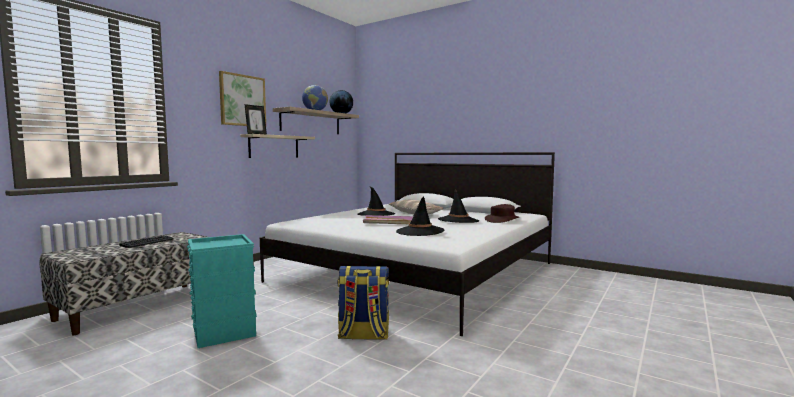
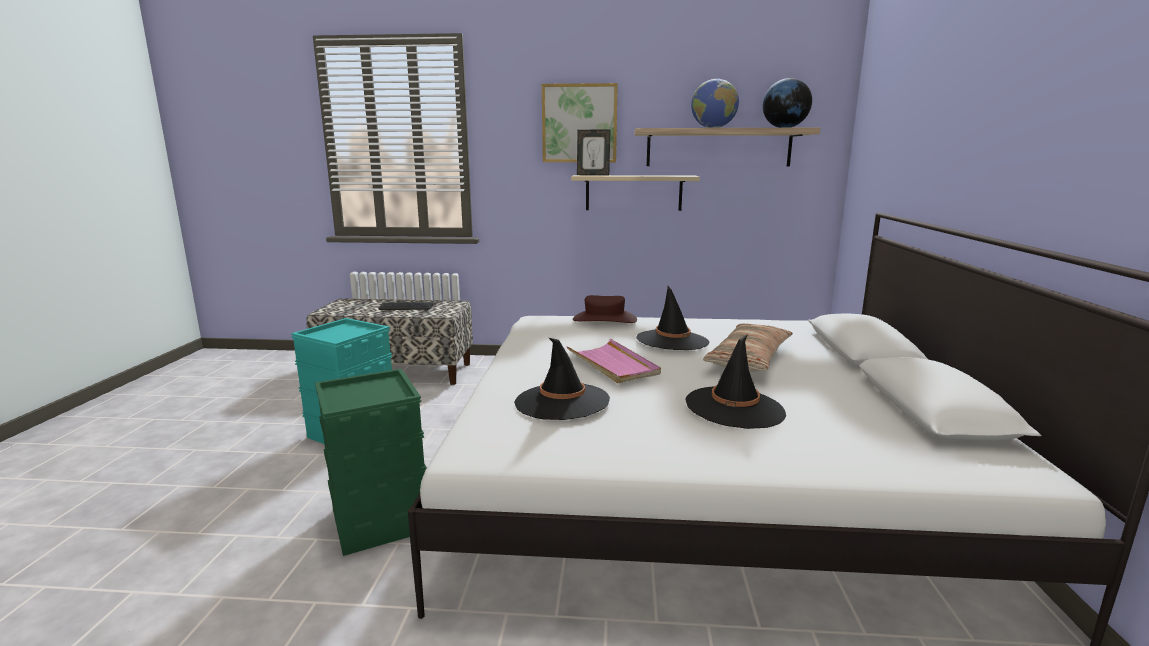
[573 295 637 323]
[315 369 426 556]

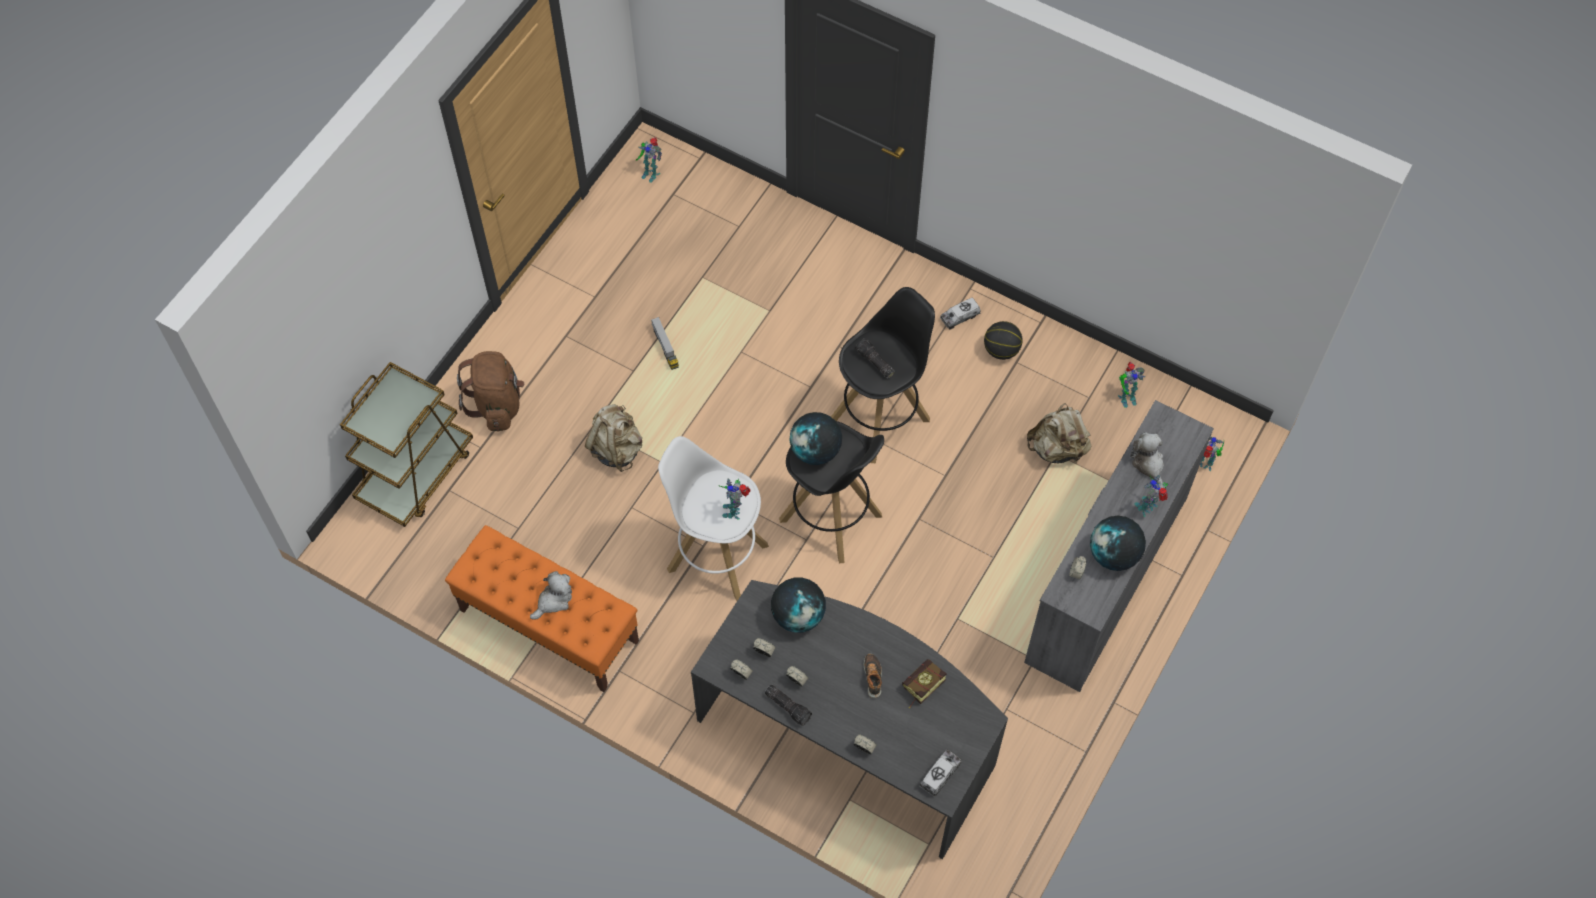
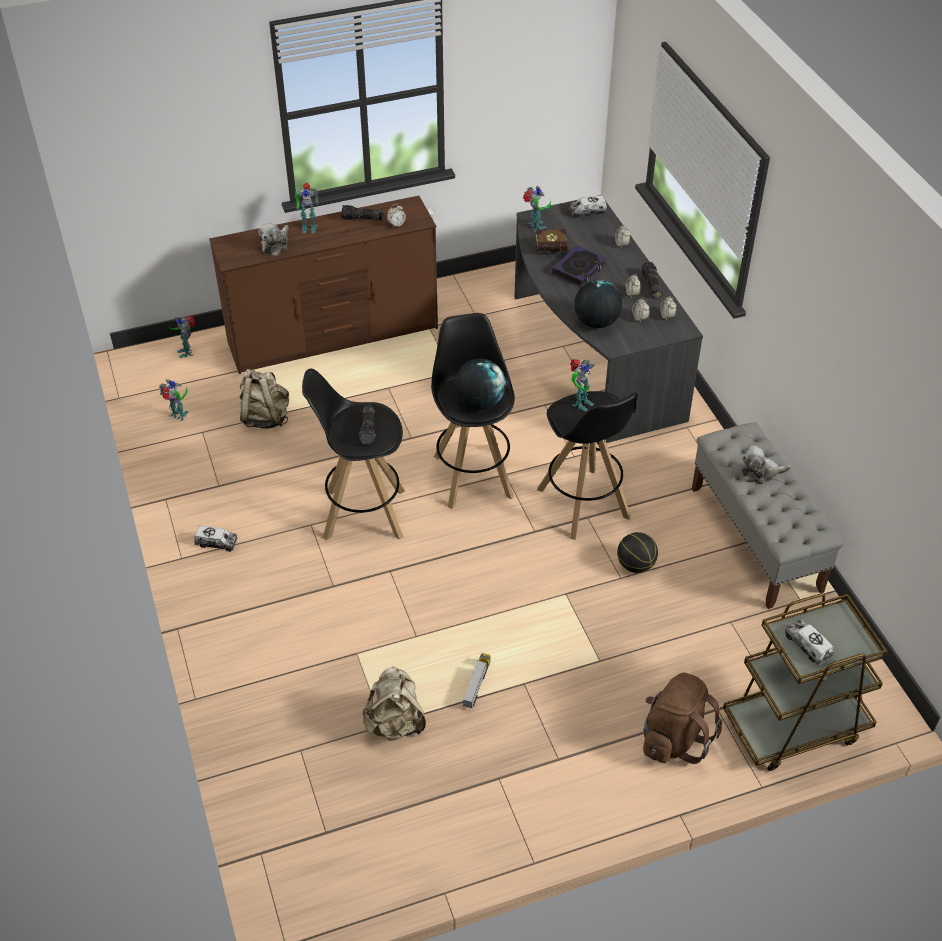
[523 186 551 231]
[617 532 658 573]
[209 196 438 374]
[363 666 426 741]
[537 391 638 540]
[341 205 383 220]
[692 422 843 609]
[552 245 607 287]
[785 620 834 665]

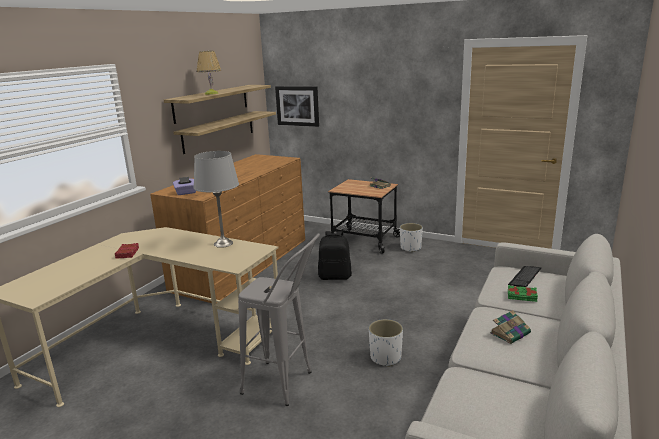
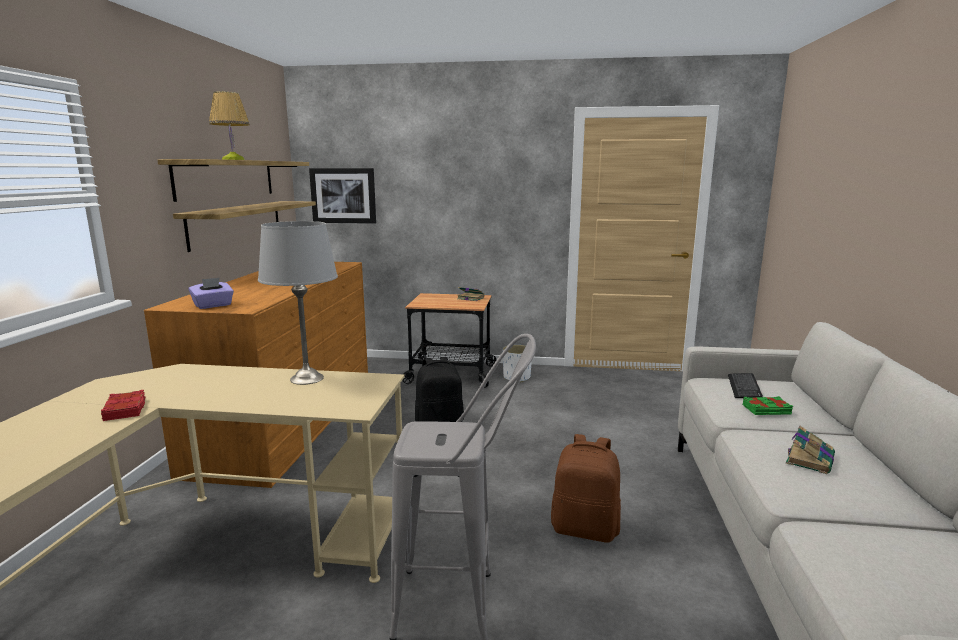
[551 434 621 543]

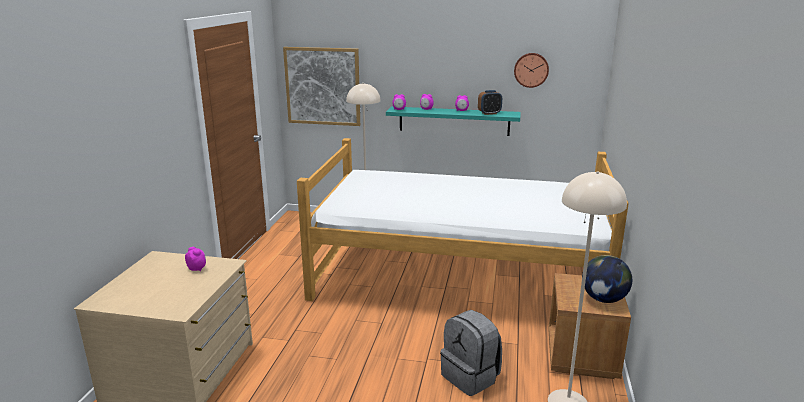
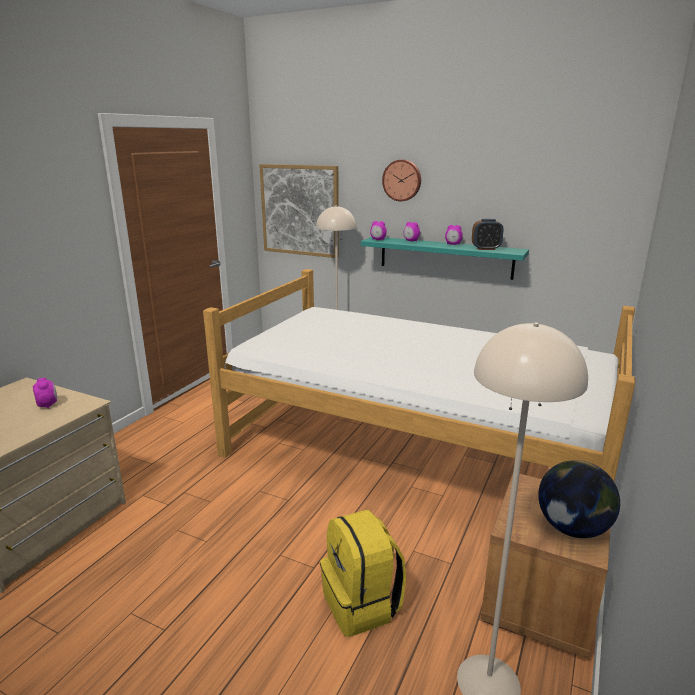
[382 160 421 201]
[320 510 406 637]

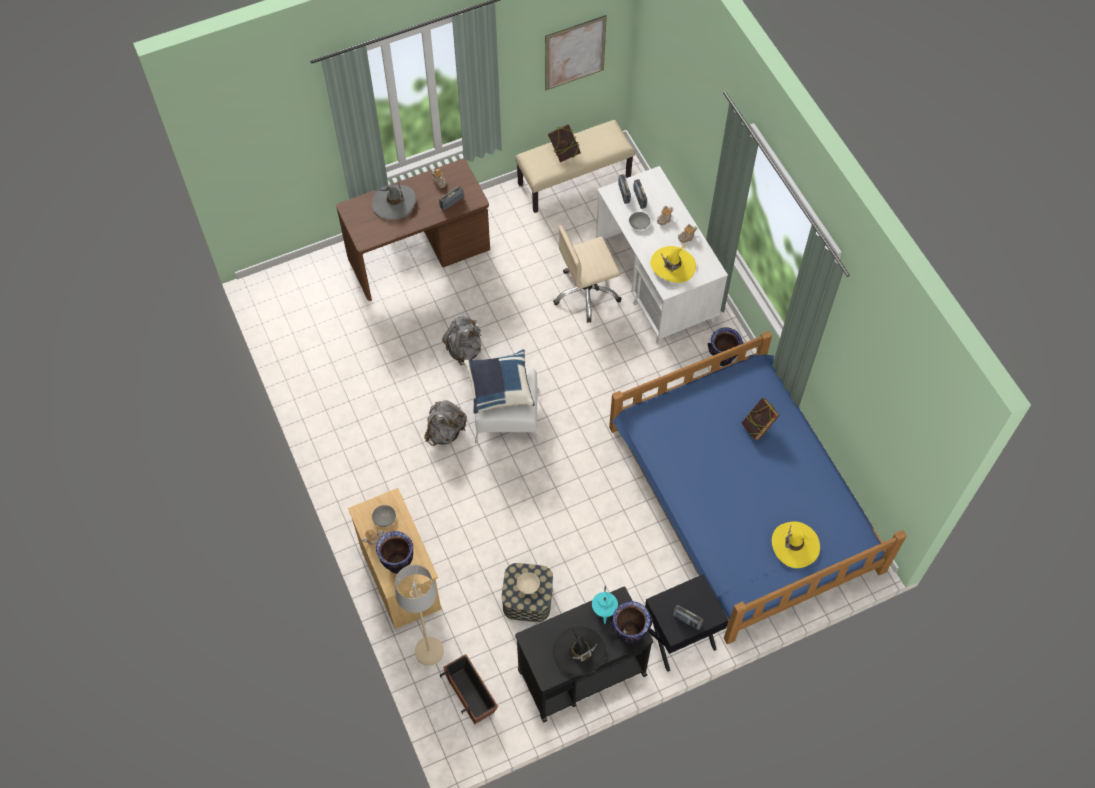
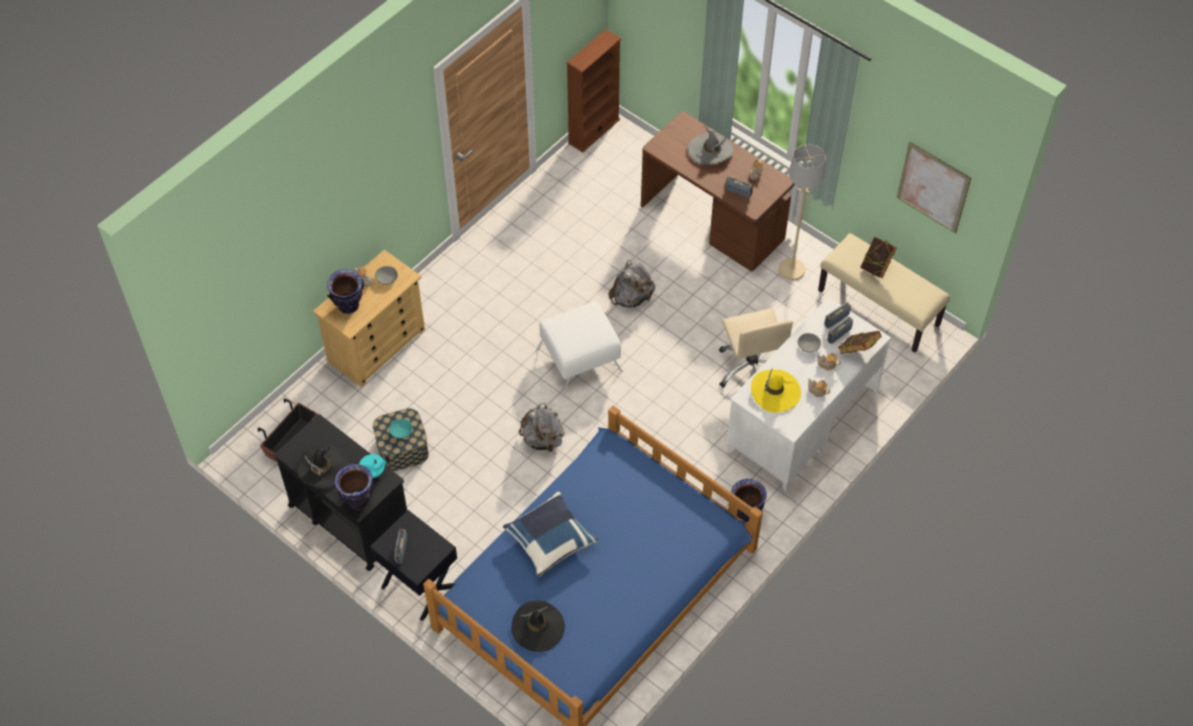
[719 308 793 388]
[503 492 599 577]
[838 331 882 354]
[519 403 564 454]
[511 600 565 652]
[779 144 826 280]
[389 419 412 438]
[566 29 622 153]

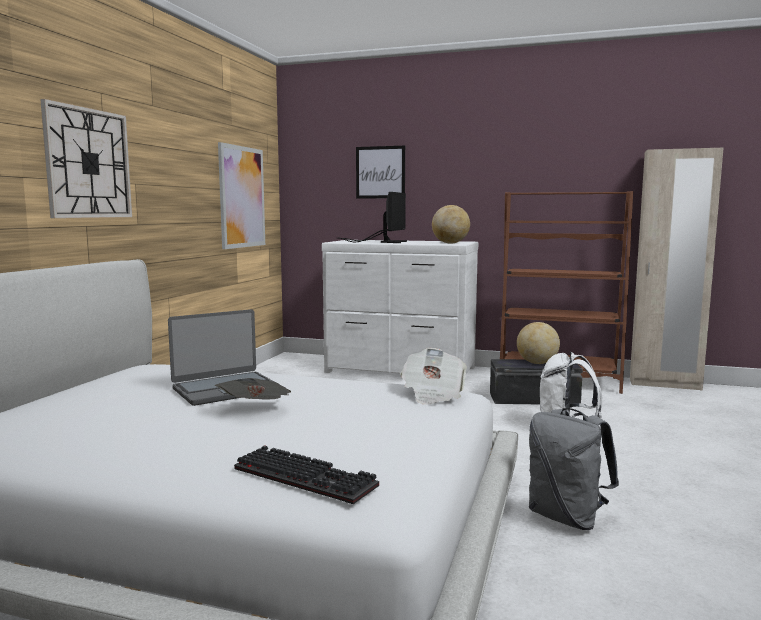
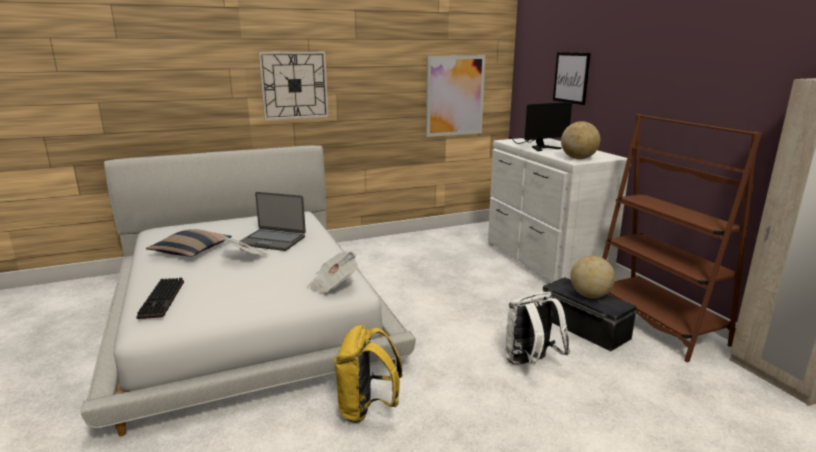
[334 325 403 423]
[146 229 232 257]

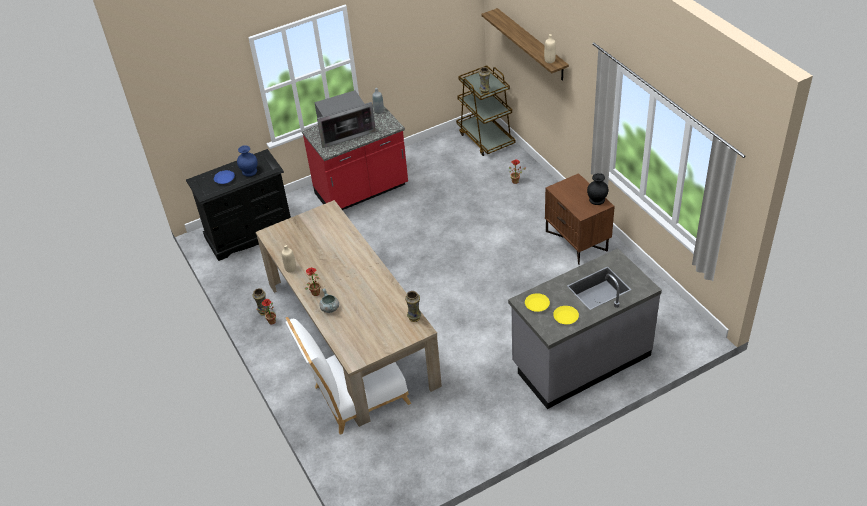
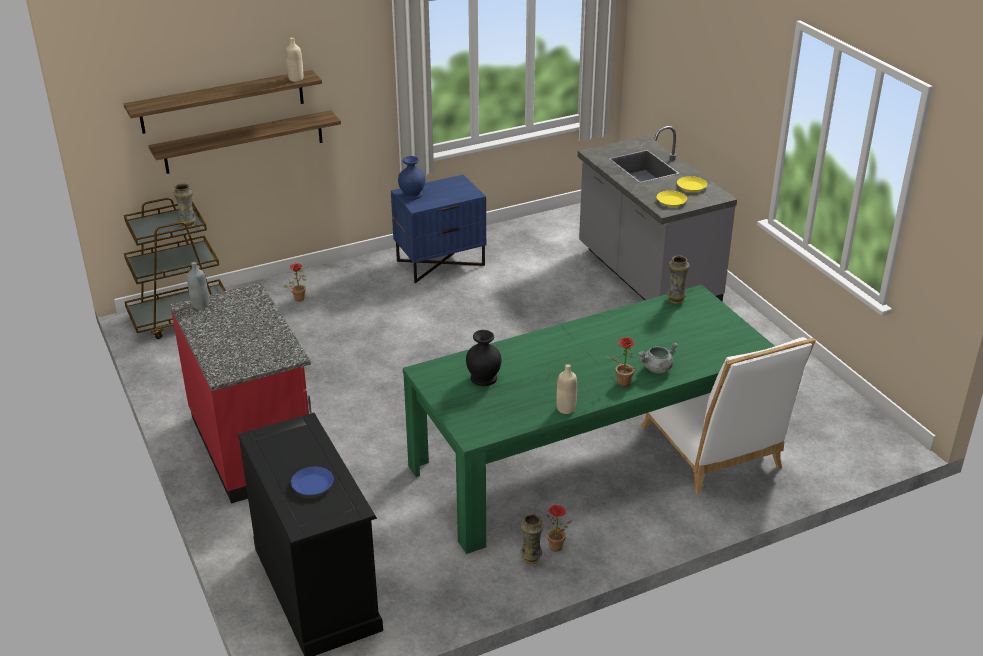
[314 90 376 148] (first image)
[398 156 426 200]
[391 175 486 283]
[466 330 502 386]
[403 285 775 554]
[149 110 341 174]

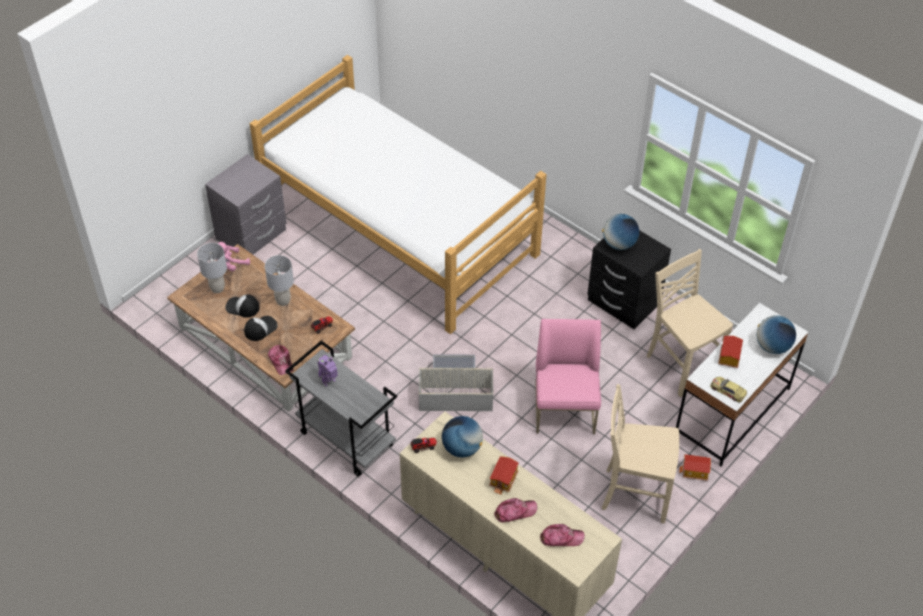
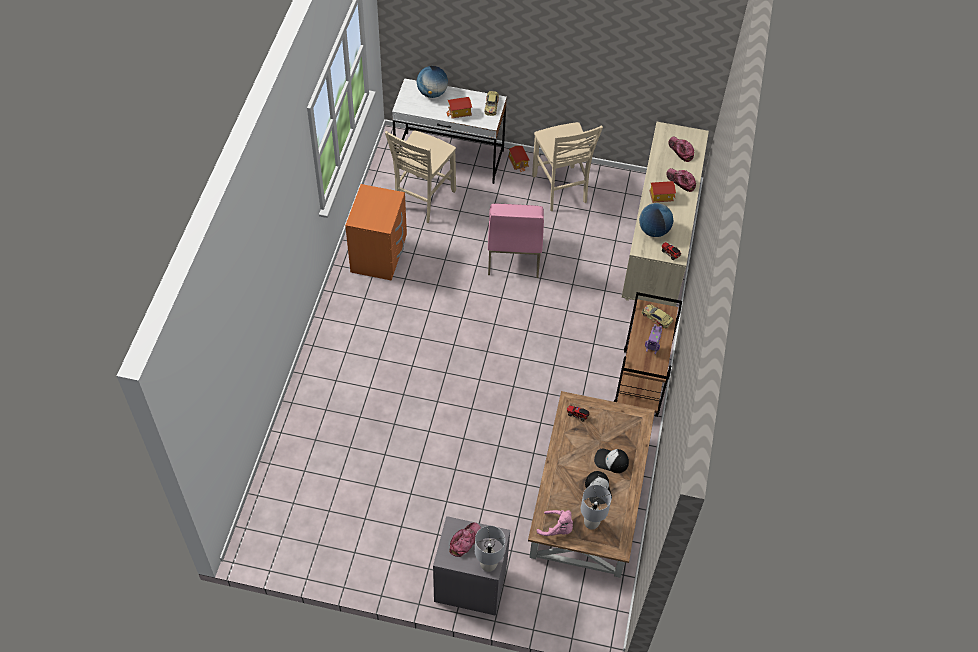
[250 55 547 334] (first image)
[602 214 639 250] (first image)
[345 184 407 281]
[475 526 505 572]
[488 204 544 278]
[614 292 682 417]
[449 522 481 557]
[419 354 493 411] (first image)
[642 304 673 329]

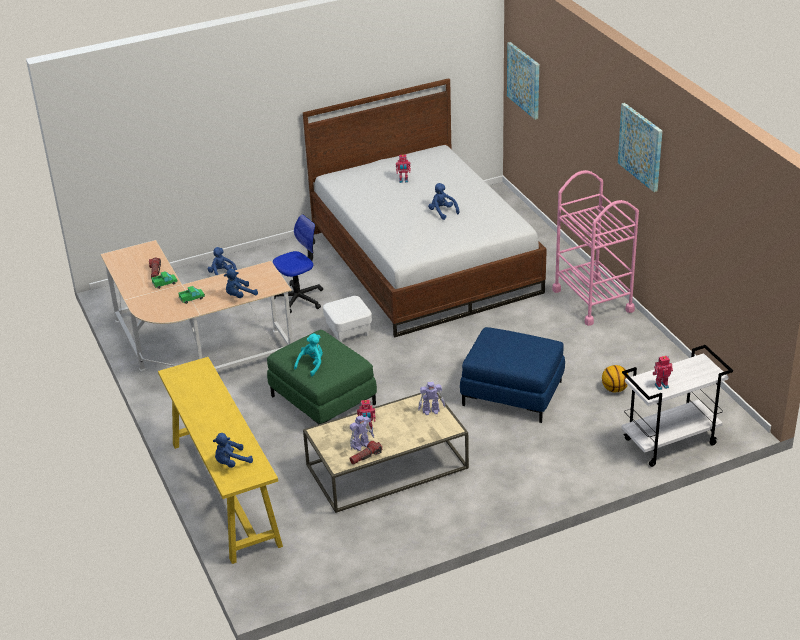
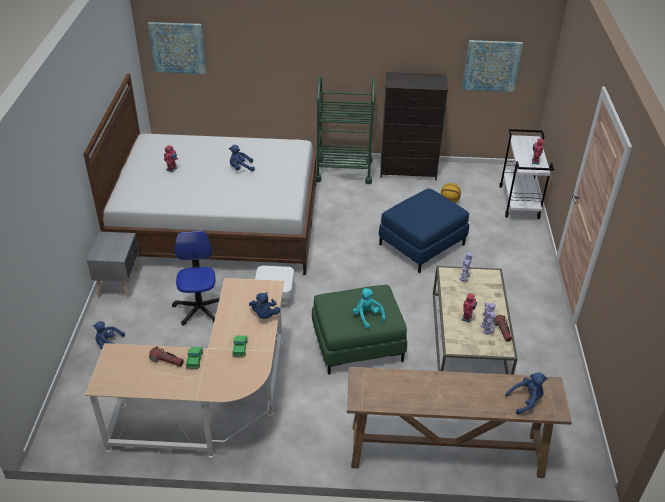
[462 40 523 92]
[316 76 375 184]
[347 367 572 478]
[505 372 548 414]
[380 72 448 180]
[87 232 139 298]

